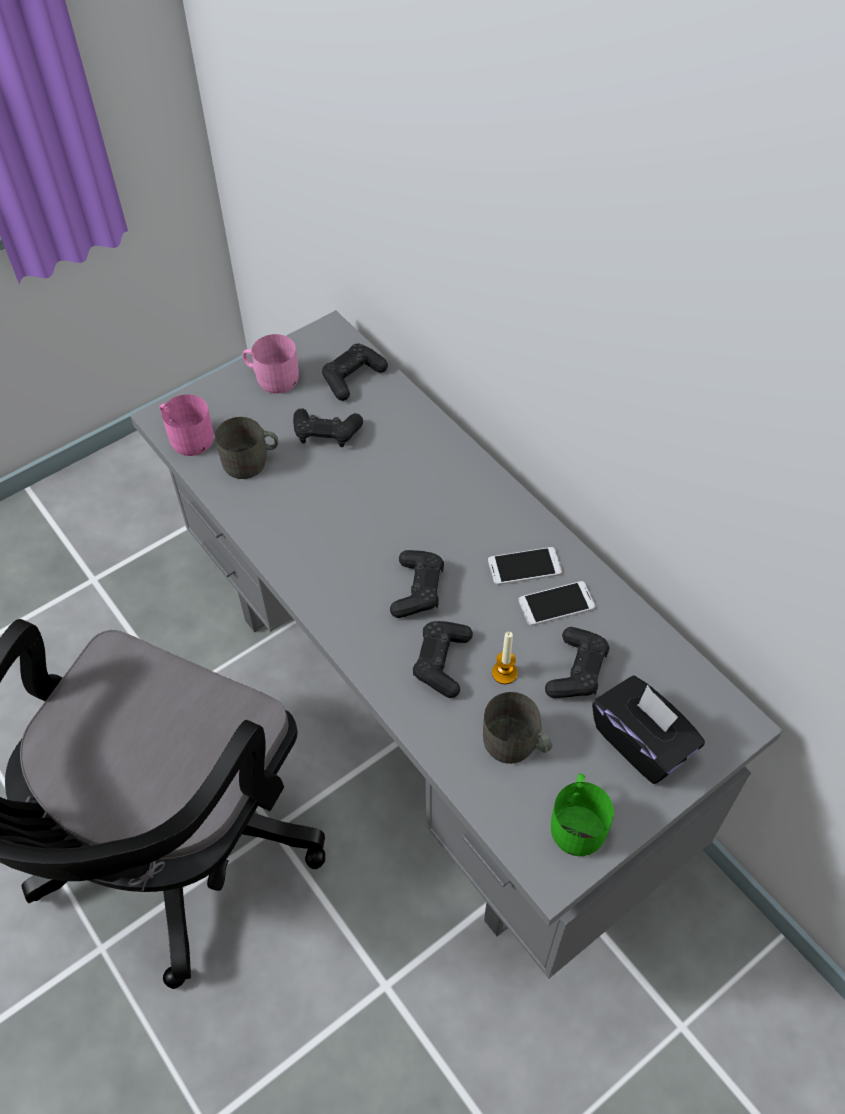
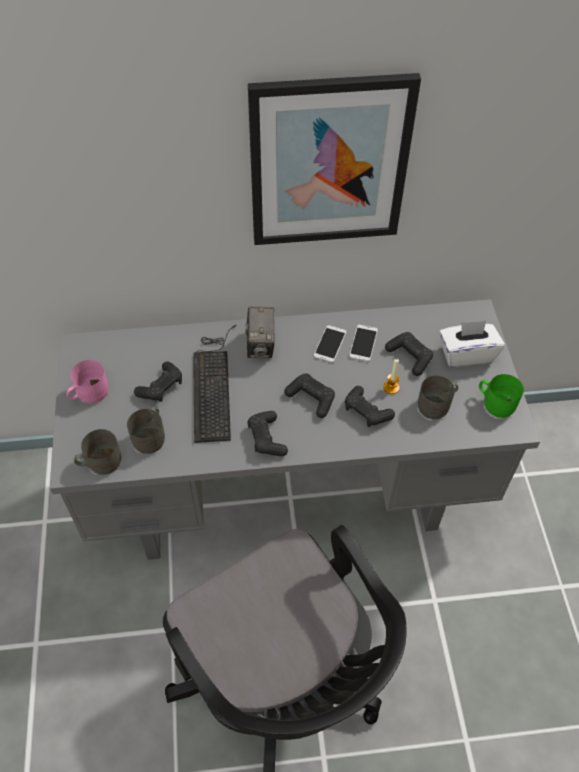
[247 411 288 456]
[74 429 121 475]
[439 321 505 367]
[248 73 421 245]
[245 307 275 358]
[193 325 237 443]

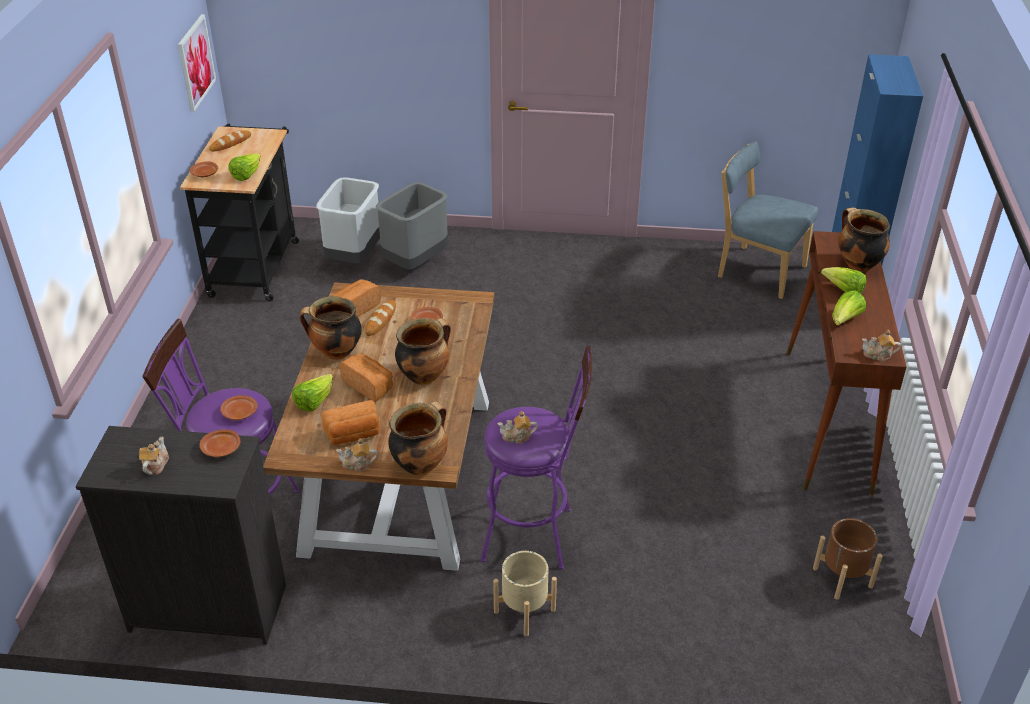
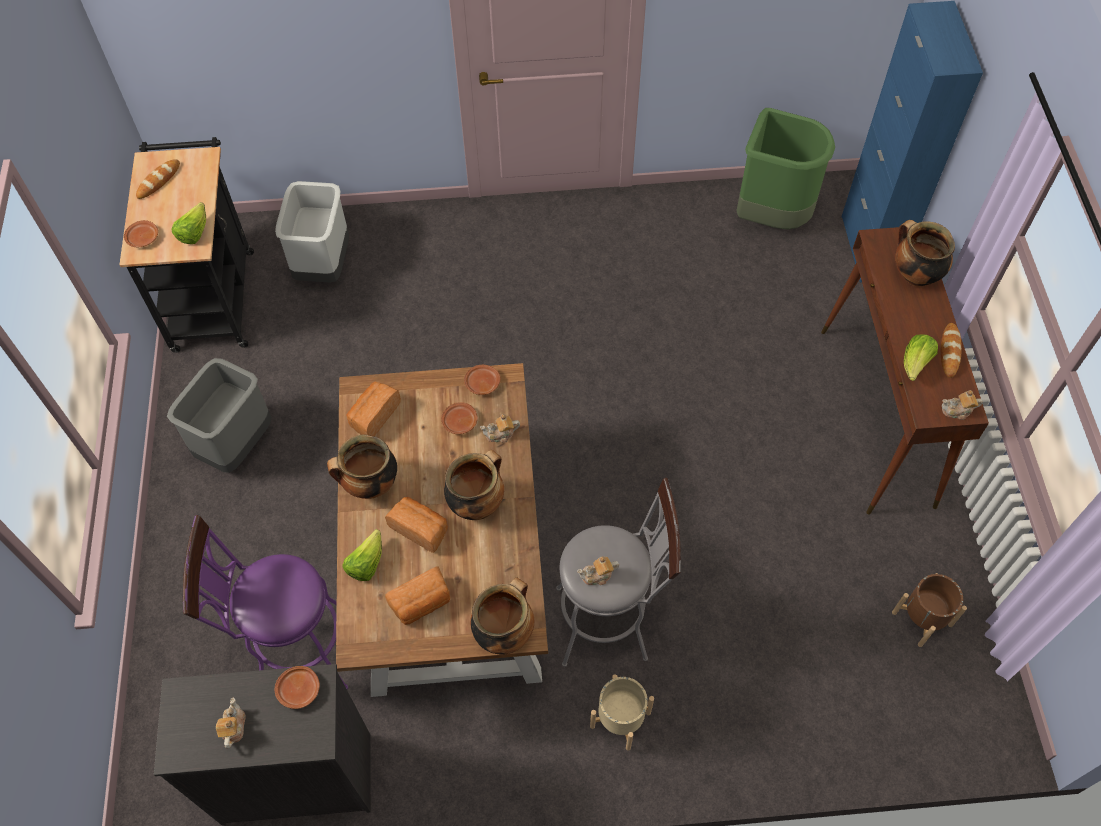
[178 14 216 112] (first image)
[736 108 835 230]
[167 358 272 473]
[821 267 866 293] (first image)
[941 323 962 378]
[556 478 681 667]
[464 365 501 395]
[480 414 520 443]

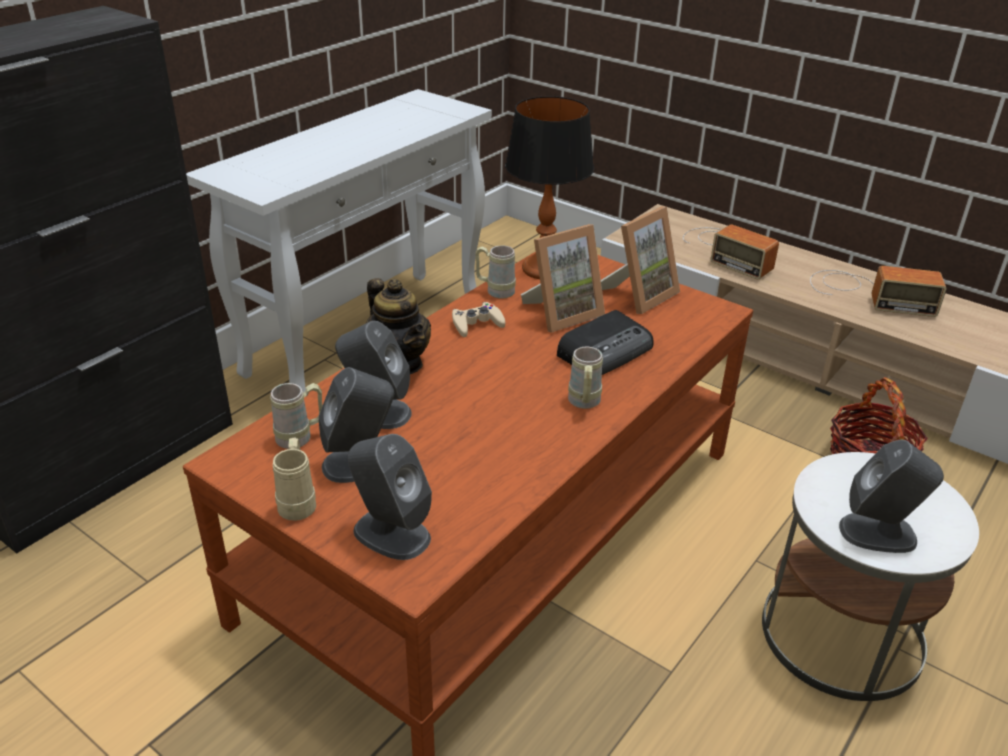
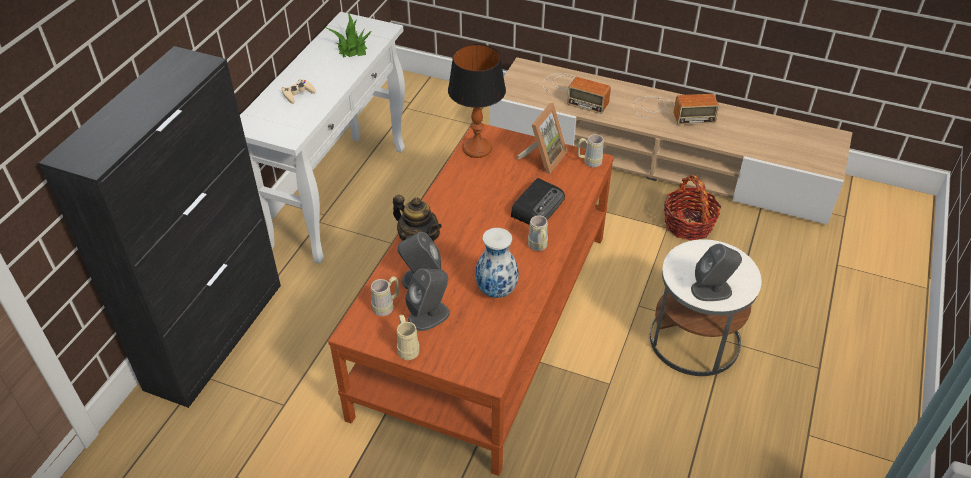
[521 224 605 333] (first image)
[578 134 604 167]
[282 79 316 104]
[348 434 432 560] (first image)
[325 13 372 57]
[475 228 519 298]

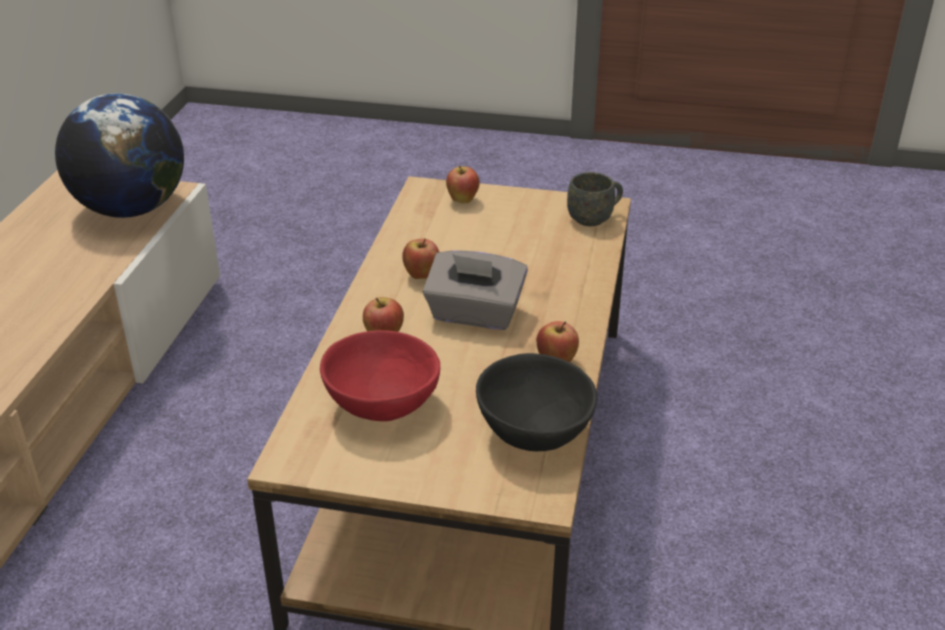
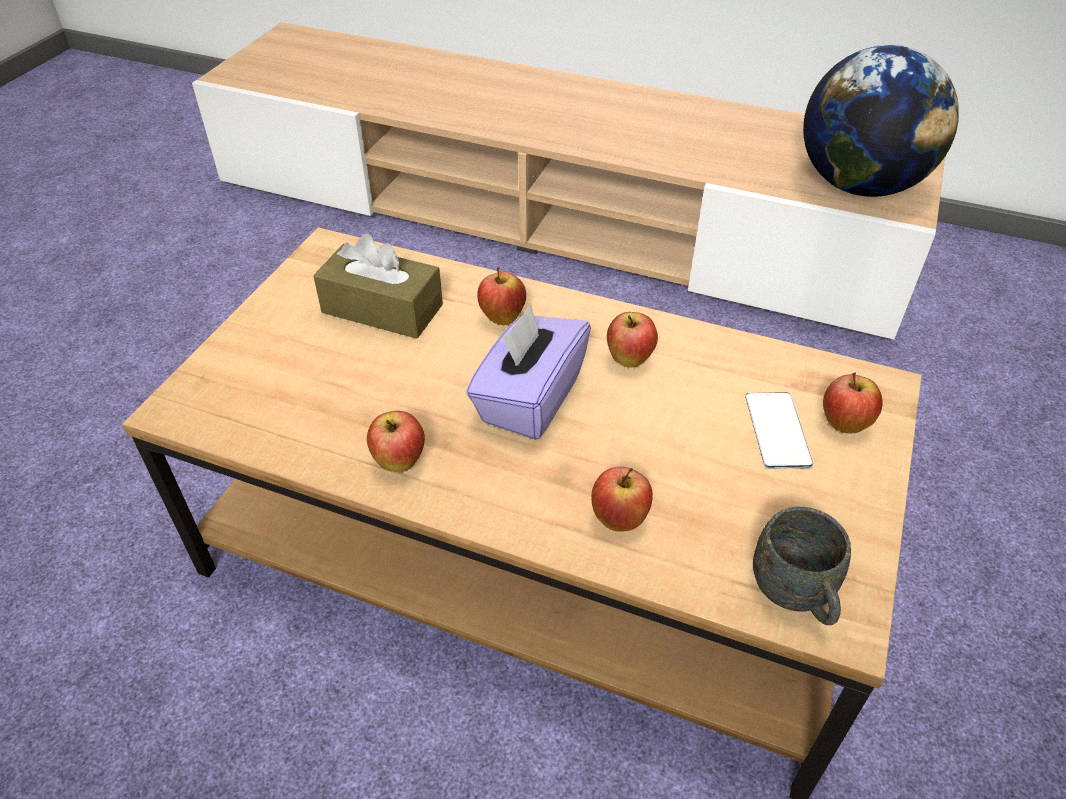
[466 305 591 440]
[313 233 443 339]
[476 353 597 451] (first image)
[745 392 813 469]
[591 467 653 532]

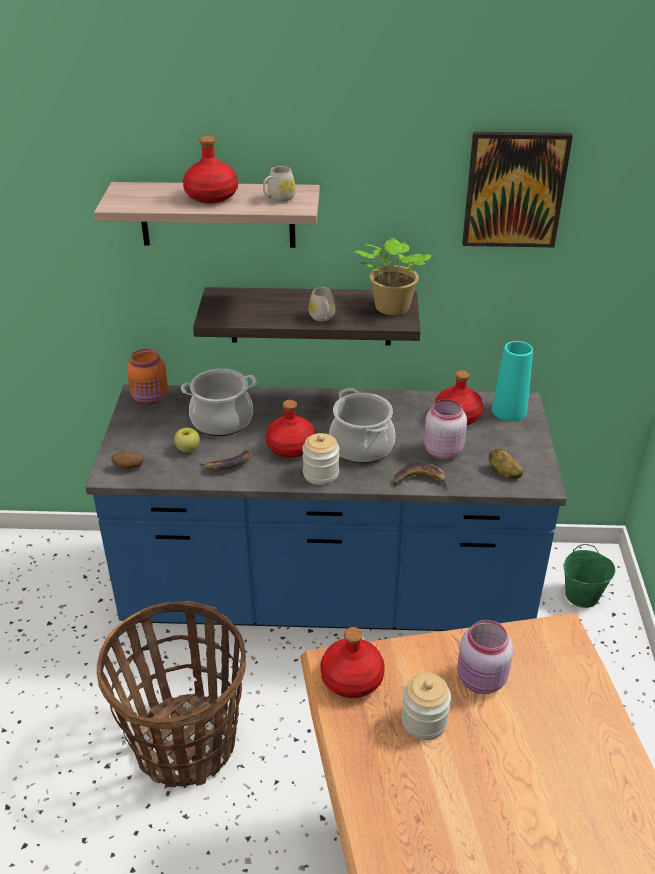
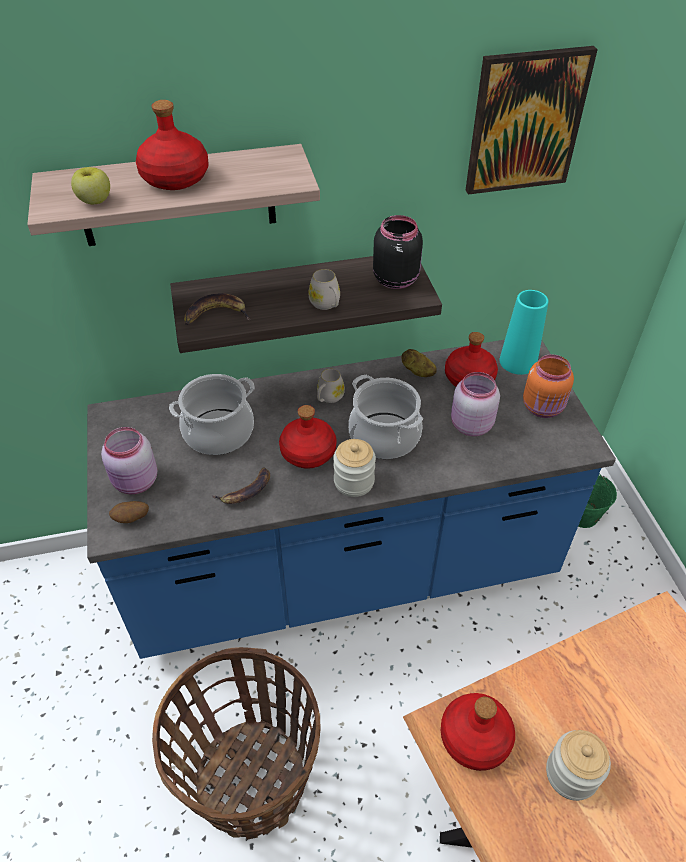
[317 369 345 403]
[373 215 423 289]
[523 354 574 418]
[71 167 110 204]
[401 349 437 377]
[184 293 250 325]
[101 427 157 494]

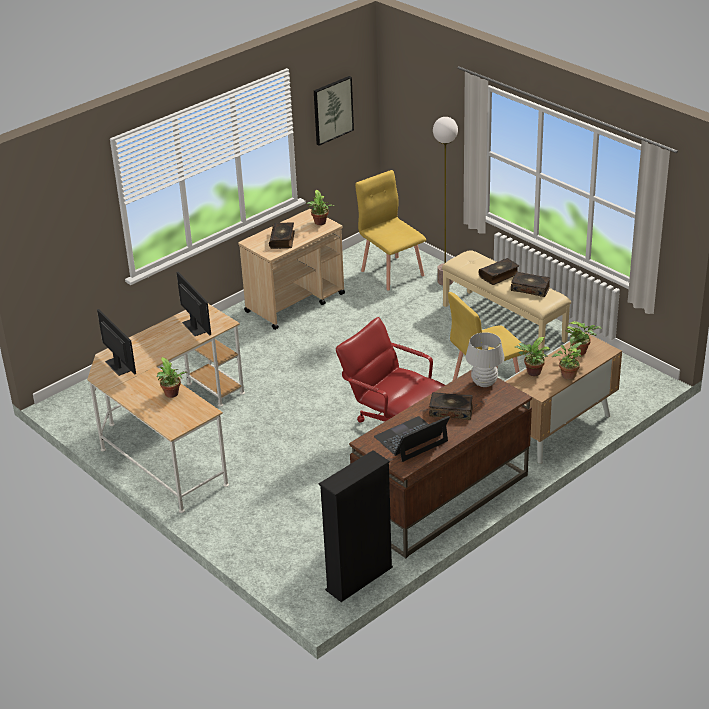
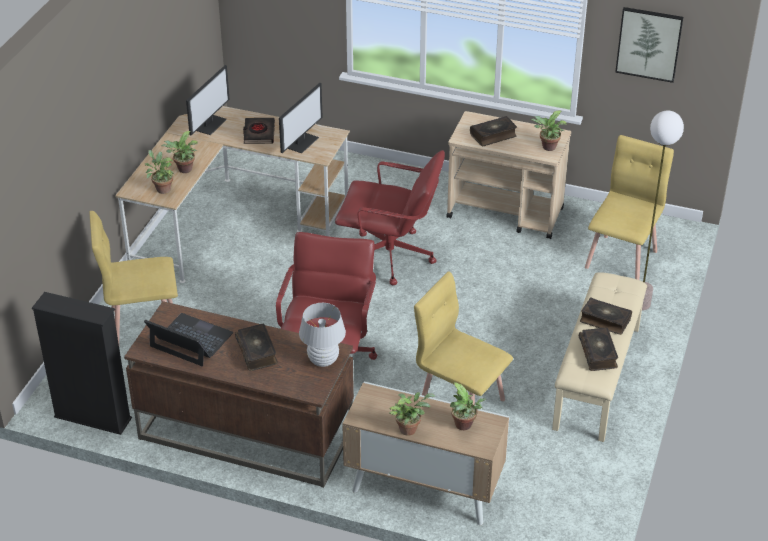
[145 150 175 194]
[243 118 275 144]
[335 150 445 285]
[89 211 178 343]

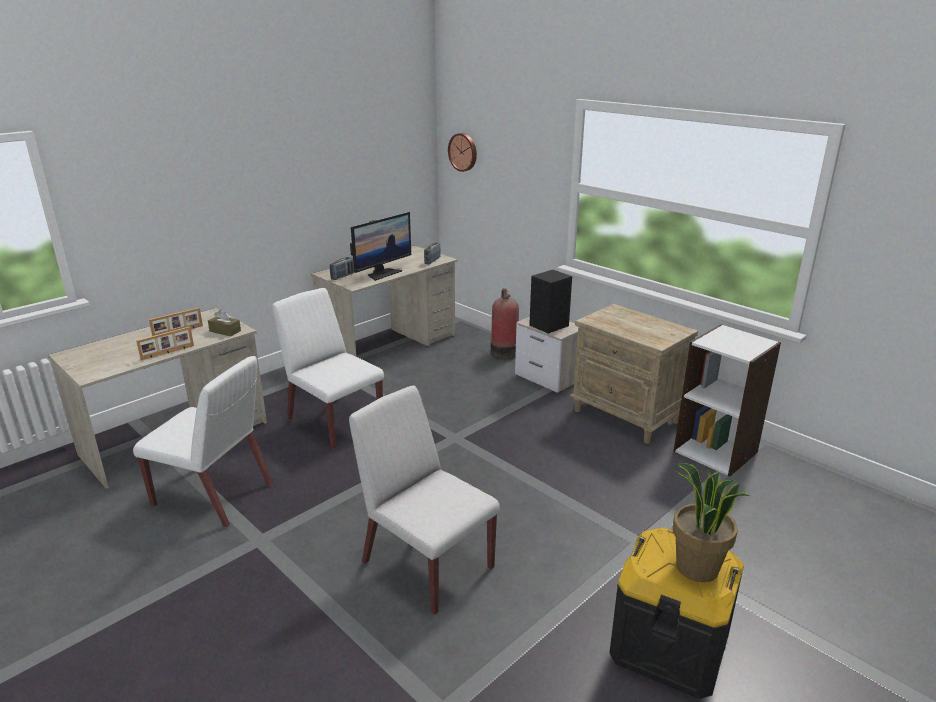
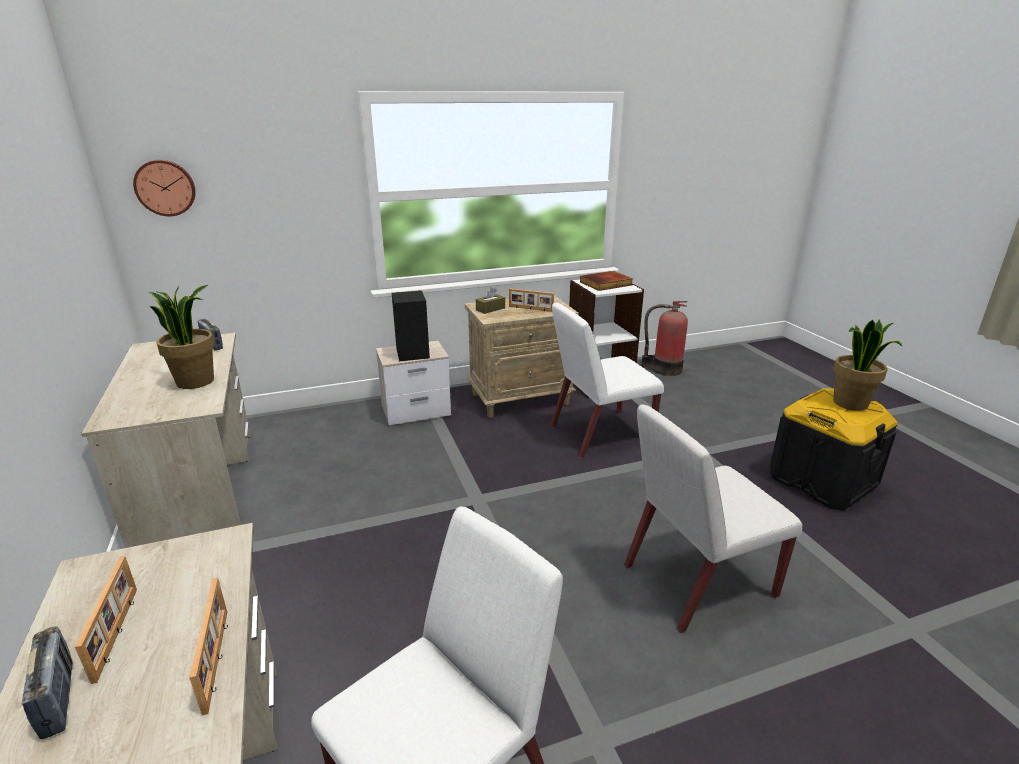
[149 285 215 389]
[22 626 73 740]
[551 303 664 458]
[642 301 688 376]
[476 287 505 314]
[580 271 633 291]
[509 288 554 312]

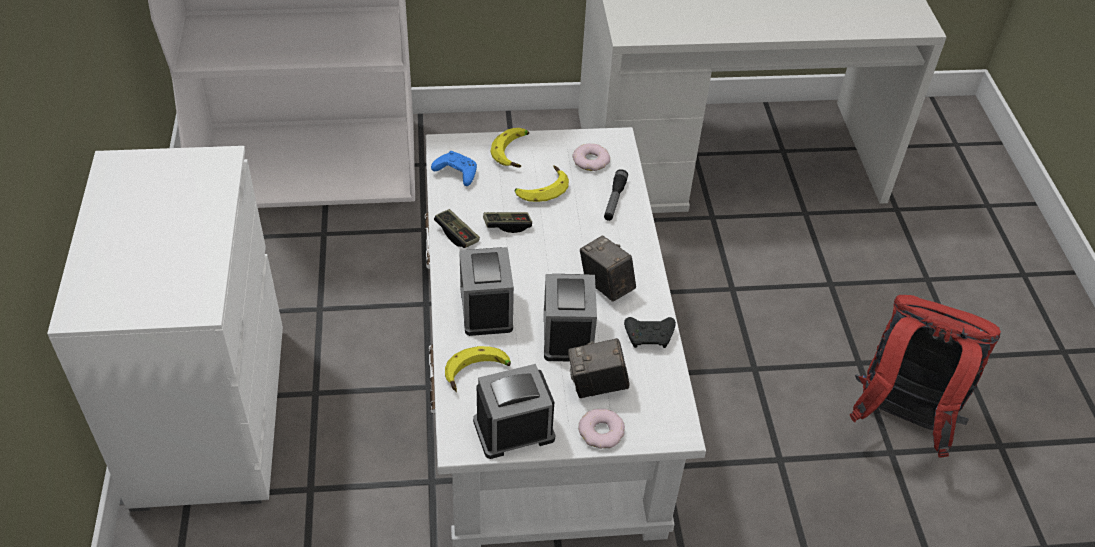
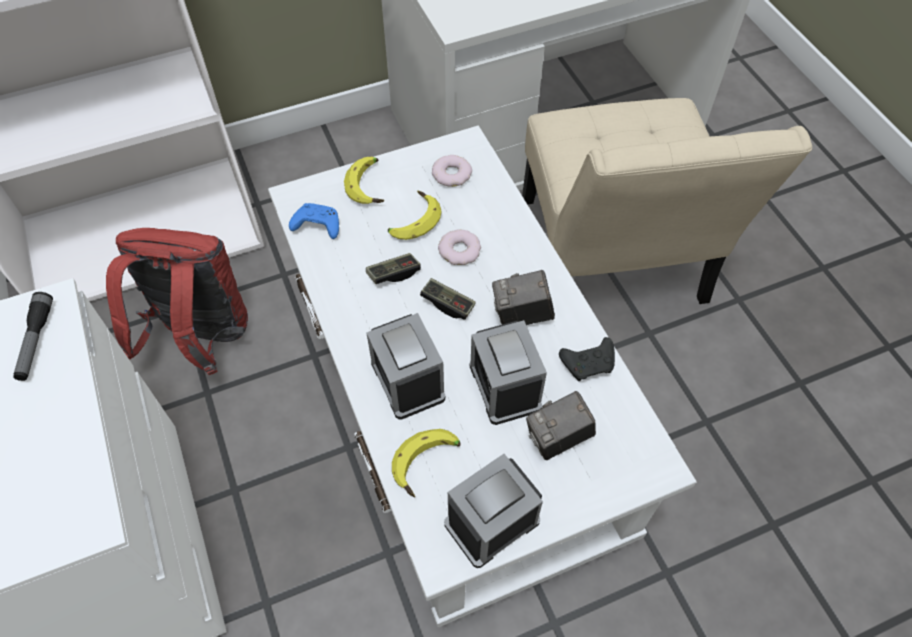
[13 292 53 381]
[420 278 476 319]
[492 270 555 325]
[106 228 248 375]
[438 229 481 265]
[522 98 812 304]

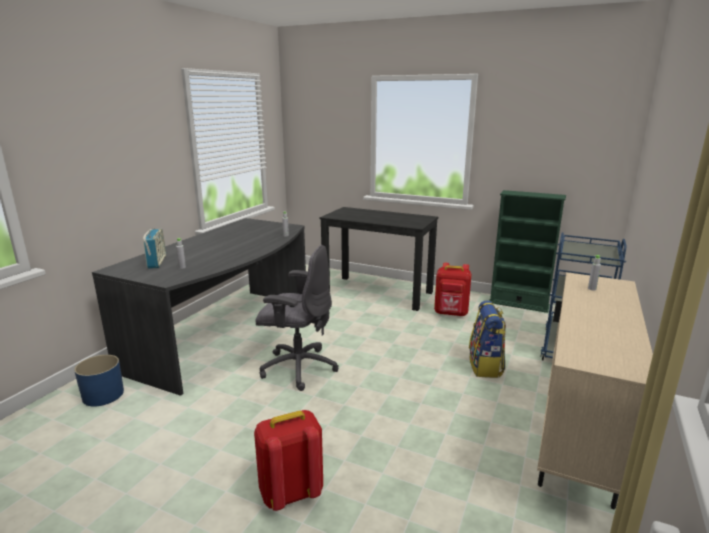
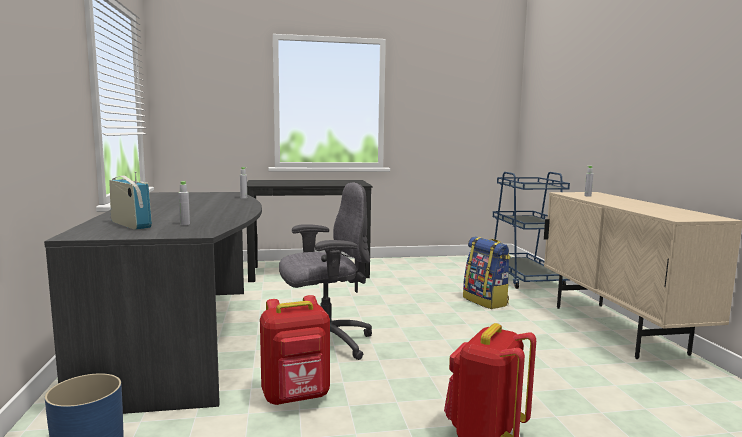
[489 190 566 313] (first image)
[260 295 330 405]

